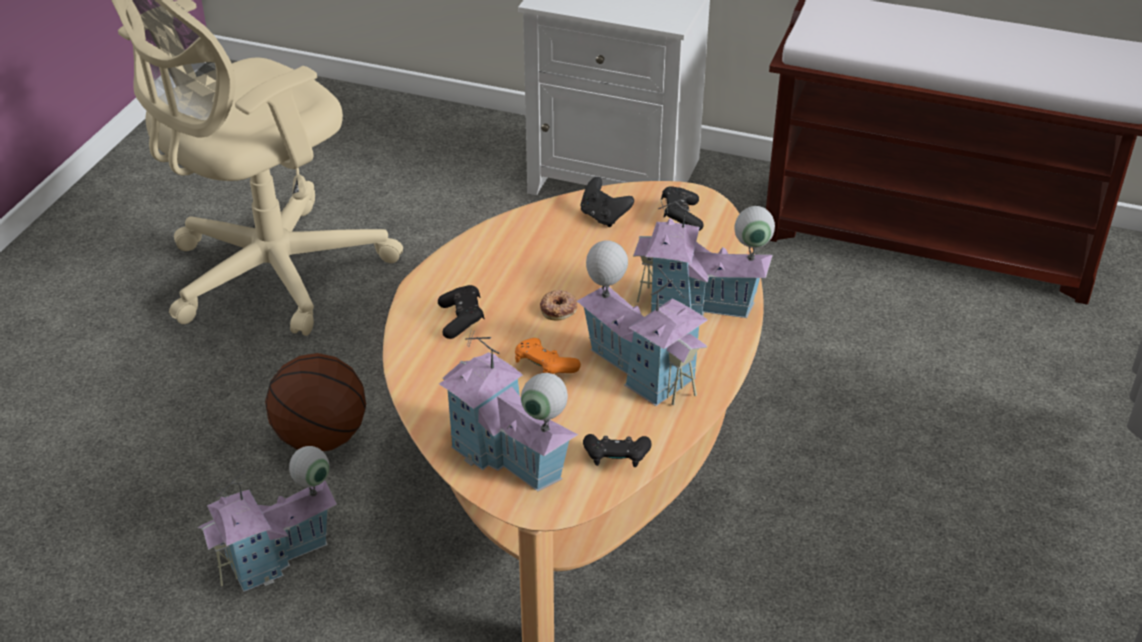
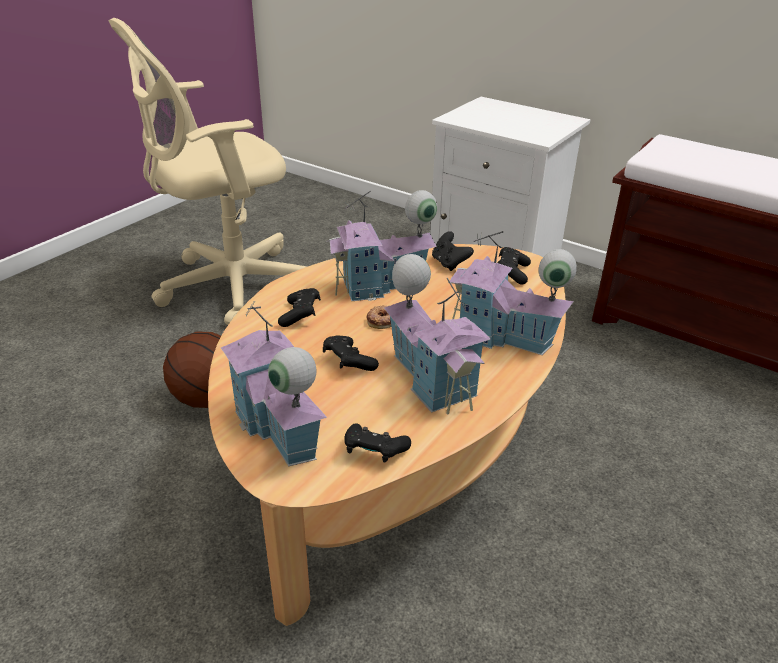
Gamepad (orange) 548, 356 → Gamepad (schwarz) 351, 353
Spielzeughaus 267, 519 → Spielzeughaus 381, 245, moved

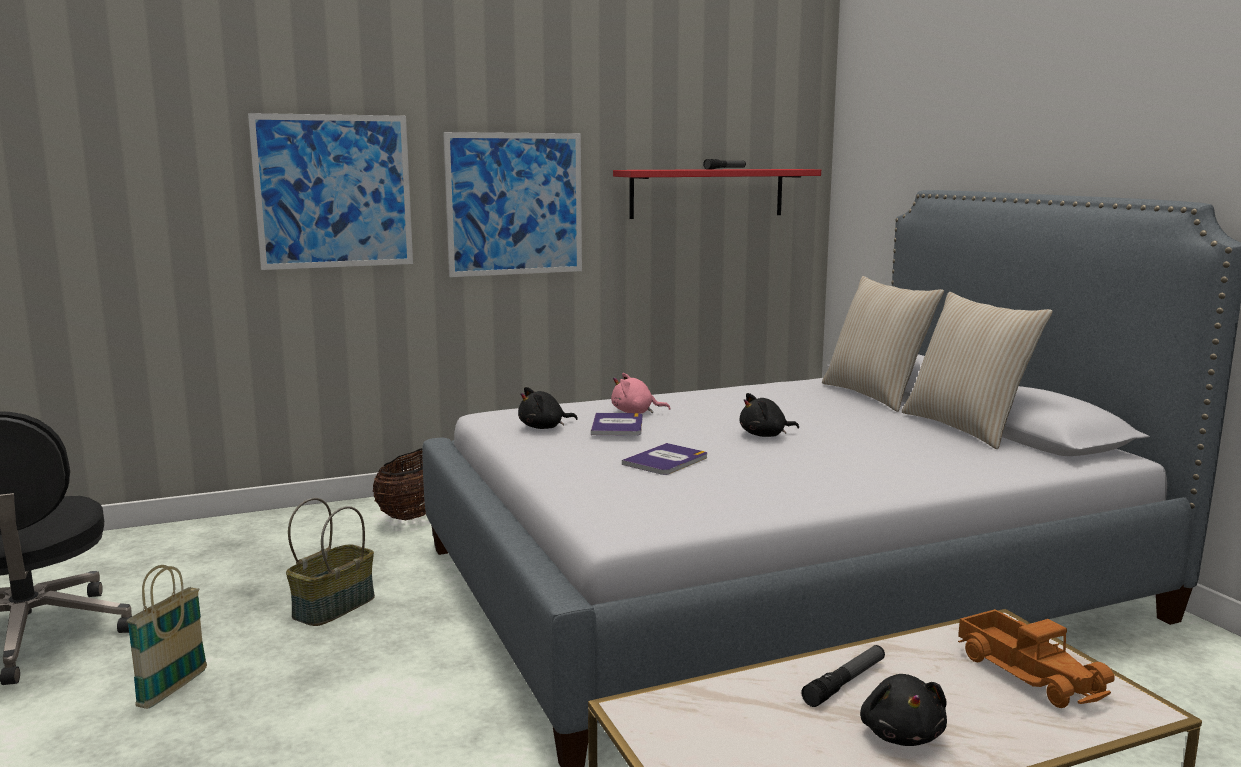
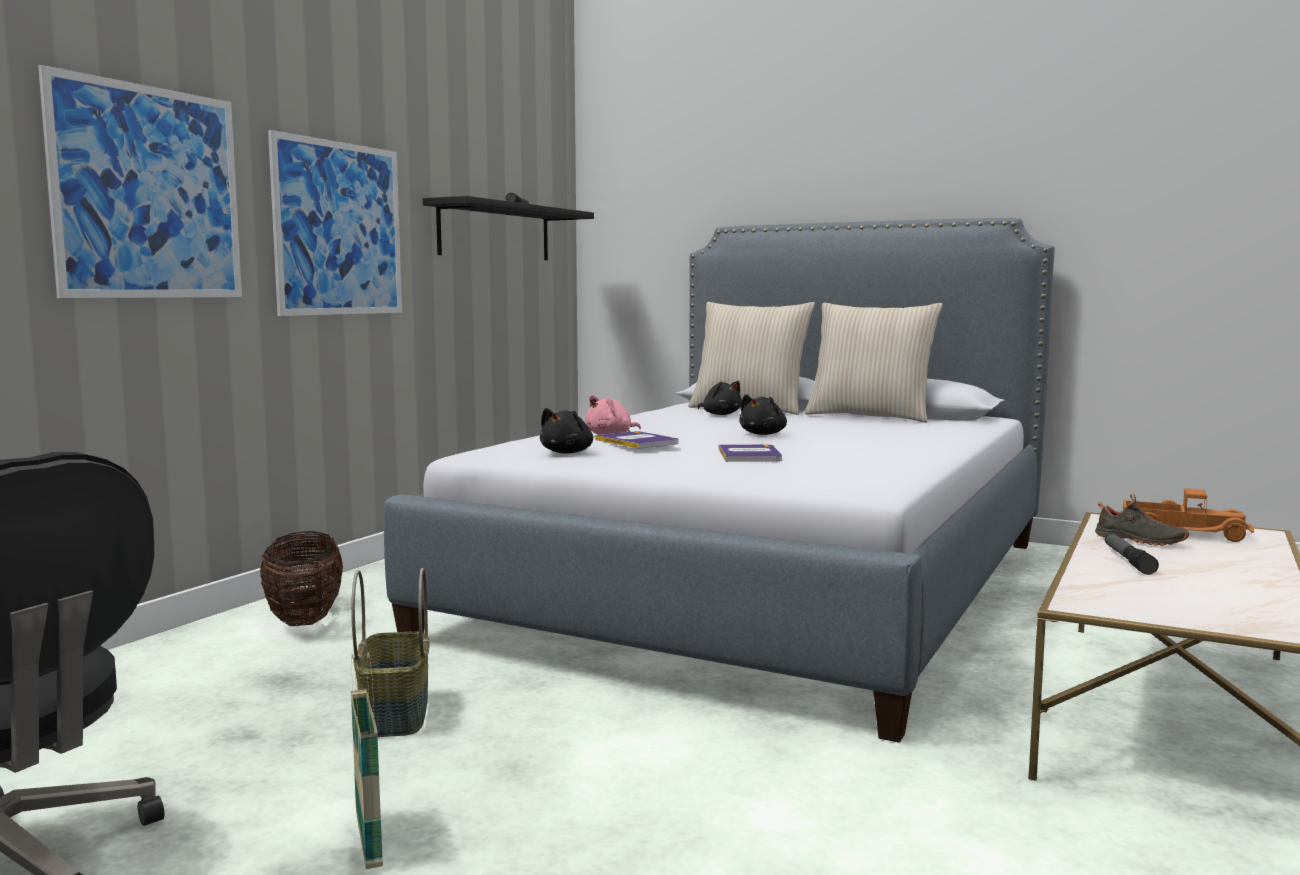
Wandregal (rot) 717, 194 → Wandregal (schwarz) 508, 228
Plüschtier (schwarz) 903, 710 → Plüschtier (schwarz) 720, 398, moved
- → Schuh (schwarz) 1142, 520

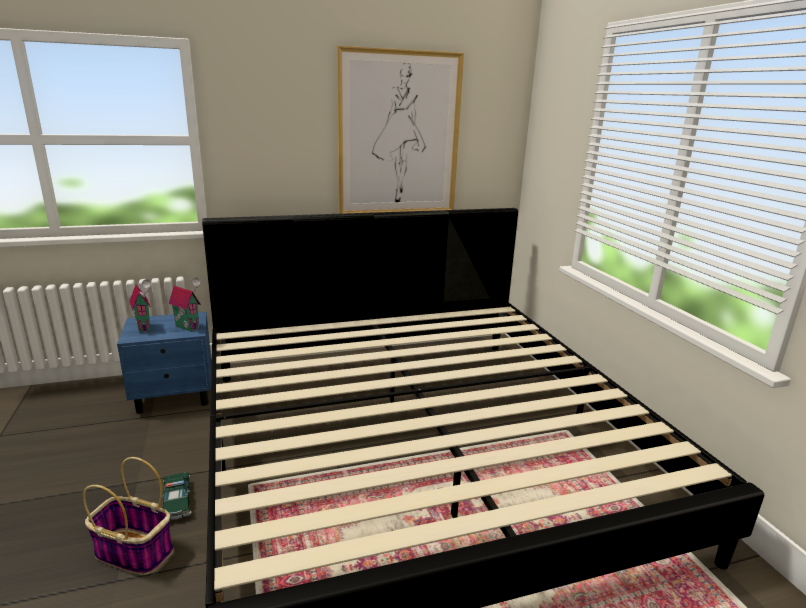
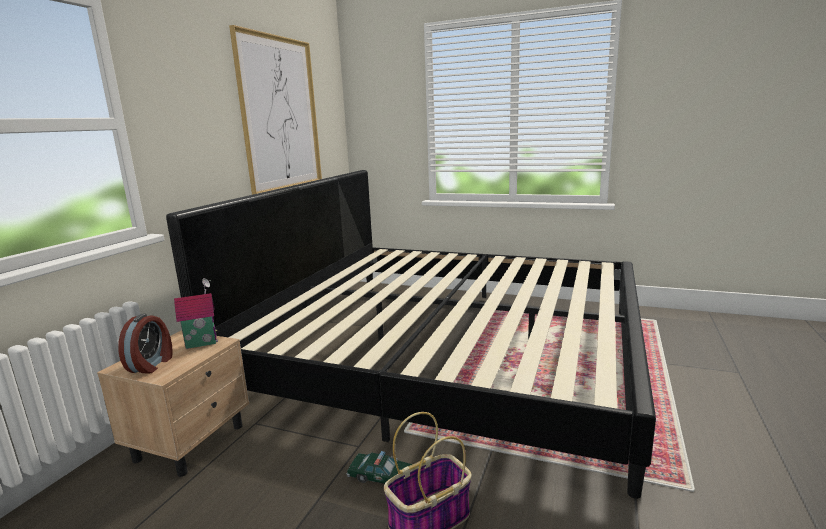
Spielzeughaus 140, 306 → Wecker 145, 344
Nachttisch (blau) 164, 363 → Nachttisch (beige) 173, 404

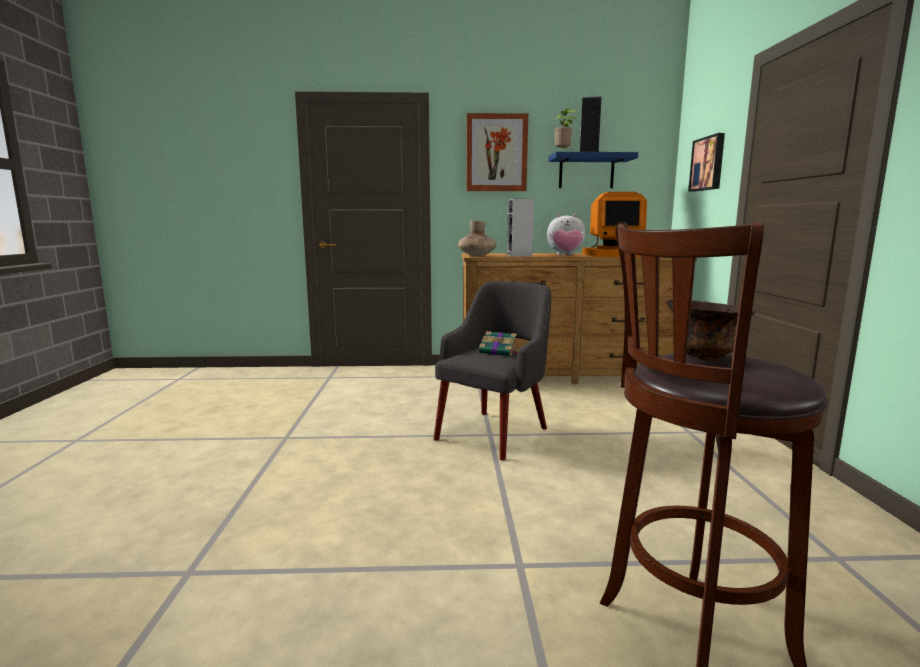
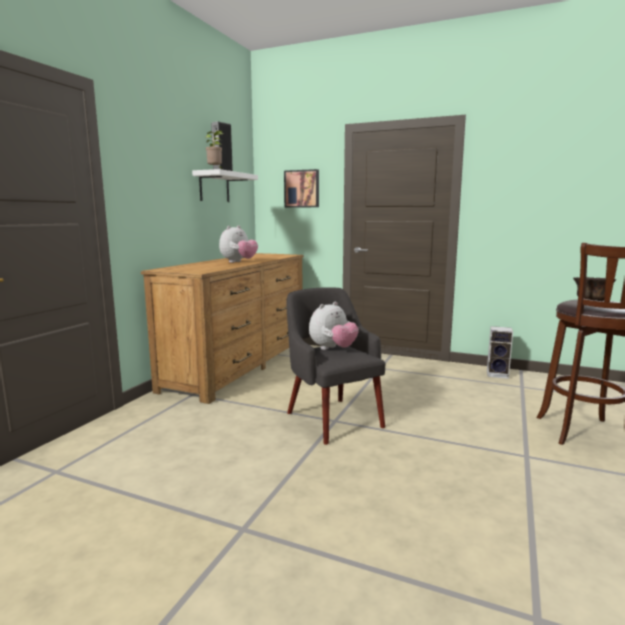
Bild 497, 152 → -
Wandregal (blau) 593, 170 → Wandregal (weiß) 225, 185
Monitor 614, 224 → -
Lautsprecher 520, 228 → Lautsprecher 500, 352, moved
Vase (braun) 477, 238 → -
Buch 498, 343 → Plüschtier 334, 326

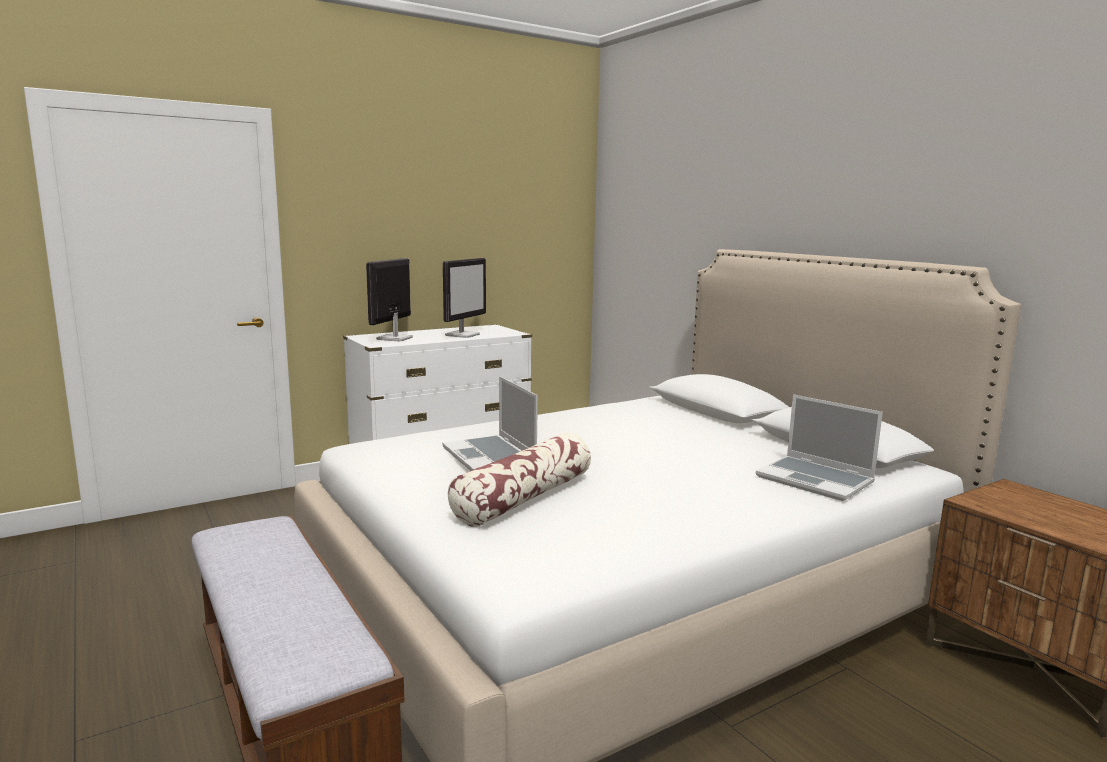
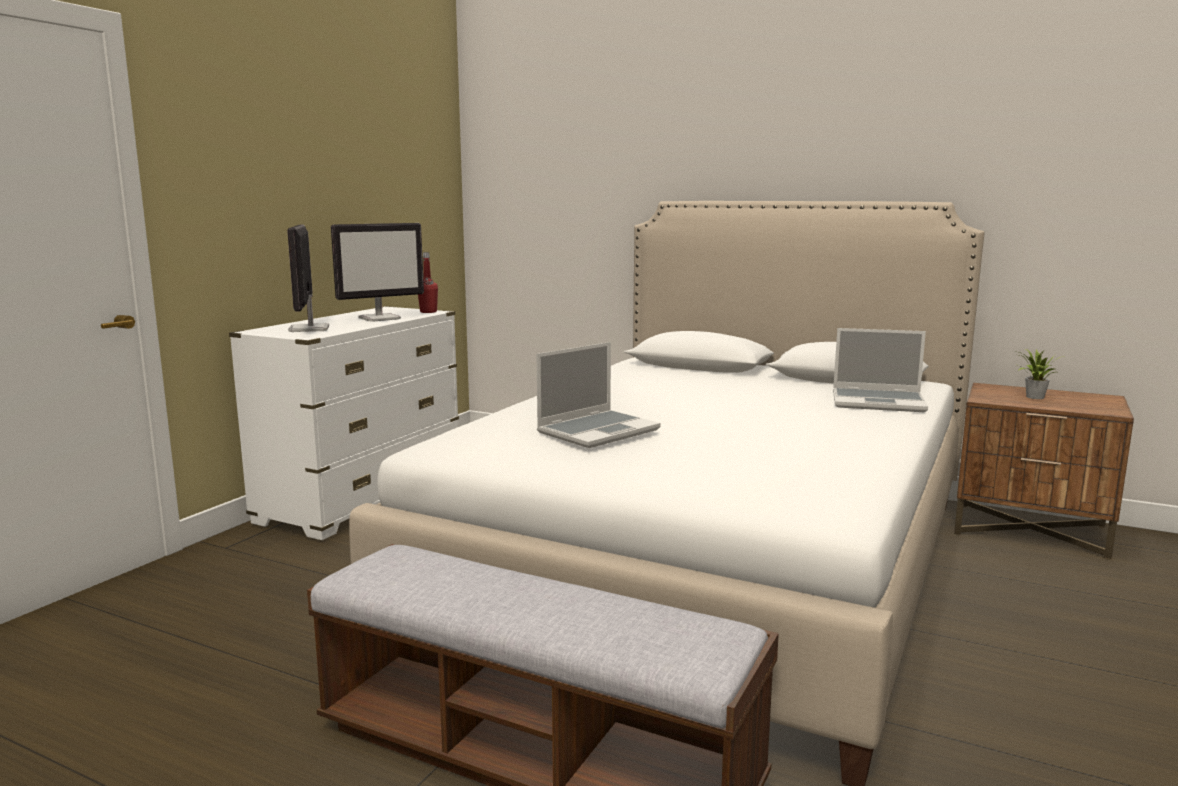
Monitor 464, 298 → Monitor 377, 272, 60 degrees clockwise
Laptop 490, 423 → Laptop 598, 395, 75 degrees counterclockwise
Kissen 519, 480 → -
- → Flasche (rot) 428, 282
- → Topfpflanze 1041, 374

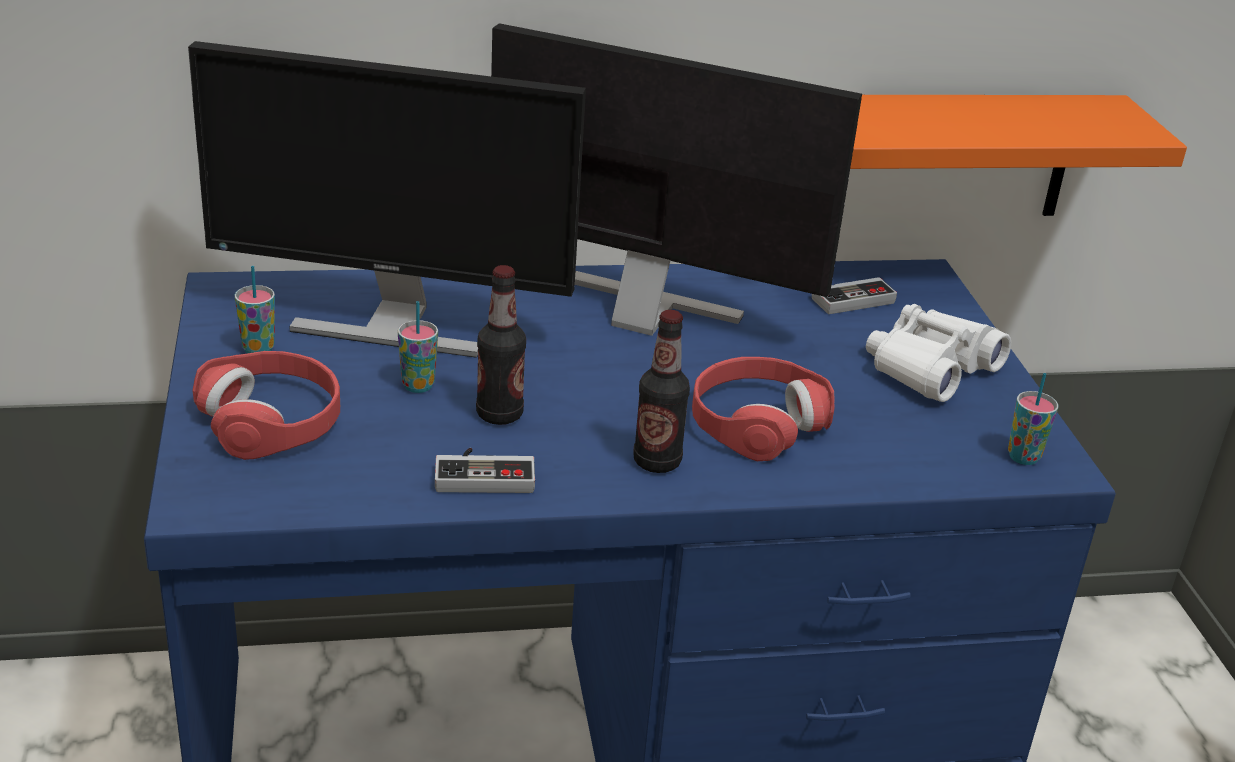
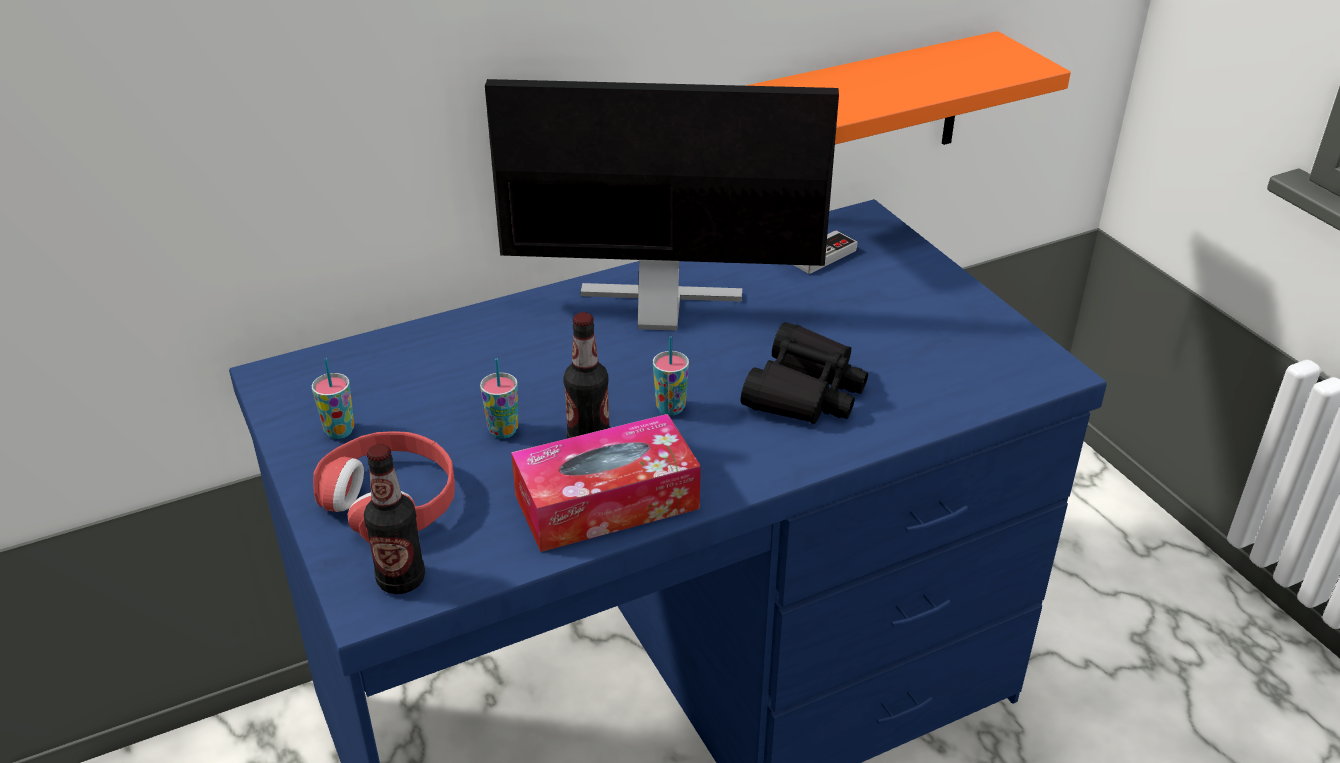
Monitor 387, 199 → -
Fernglas (weiß) 938, 353 → -
Flasche 662, 391 → Flasche 394, 519, moved
Kopfhörer (rot) 763, 409 → Fernglas (schwarz) 804, 373
Tasse 1033, 419 → Tasse 671, 376, moved
Gamepad 485, 470 → Taschentuchbox 606, 483

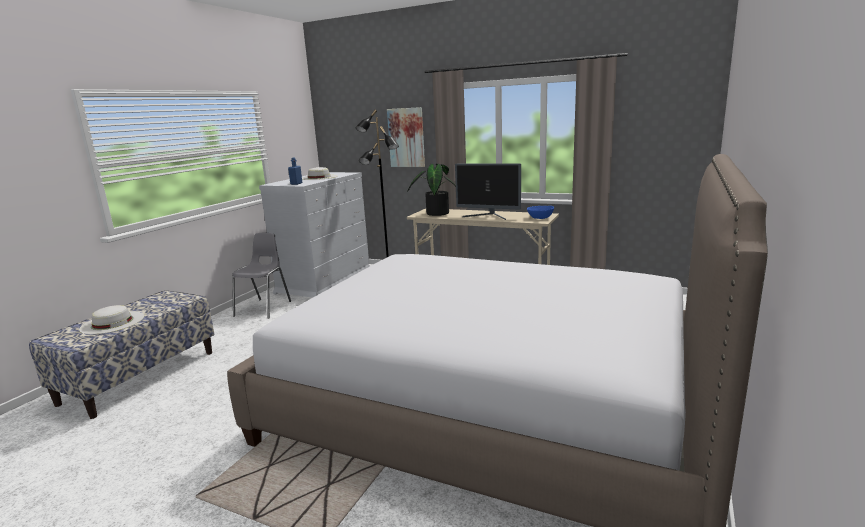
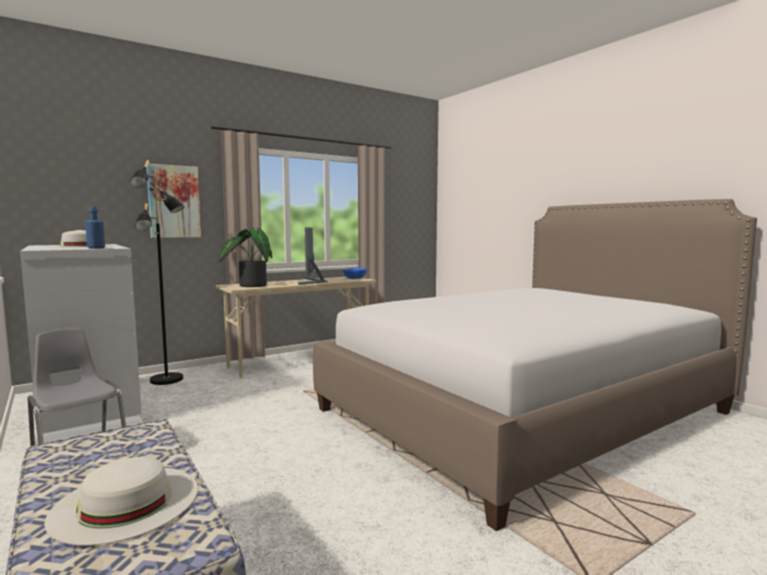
Monitor 488, 192 → Monitor 312, 256, 120 degrees clockwise

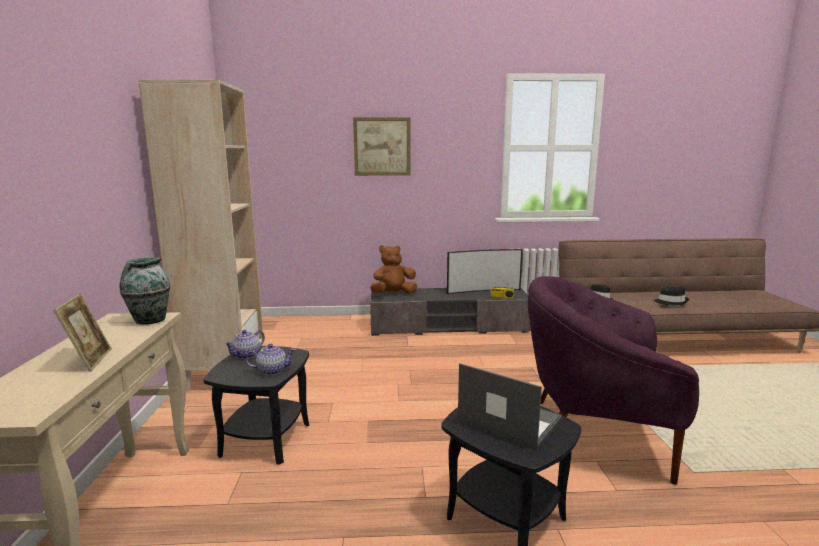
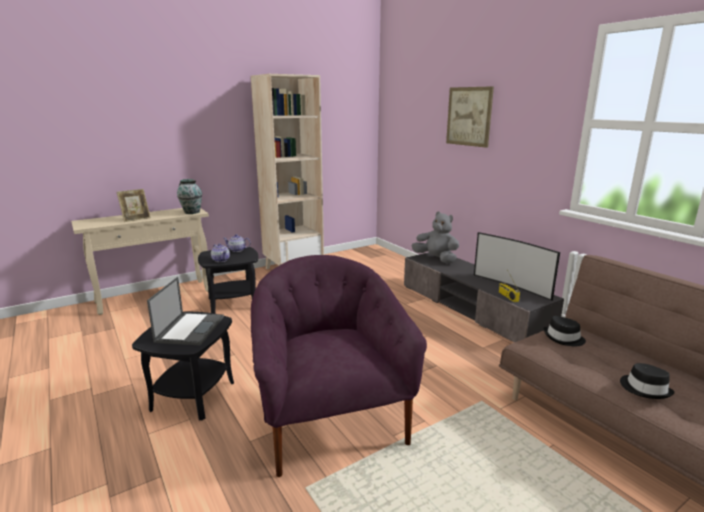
Plüschtier (braun) 393, 269 → Plüschtier (grau) 435, 237

